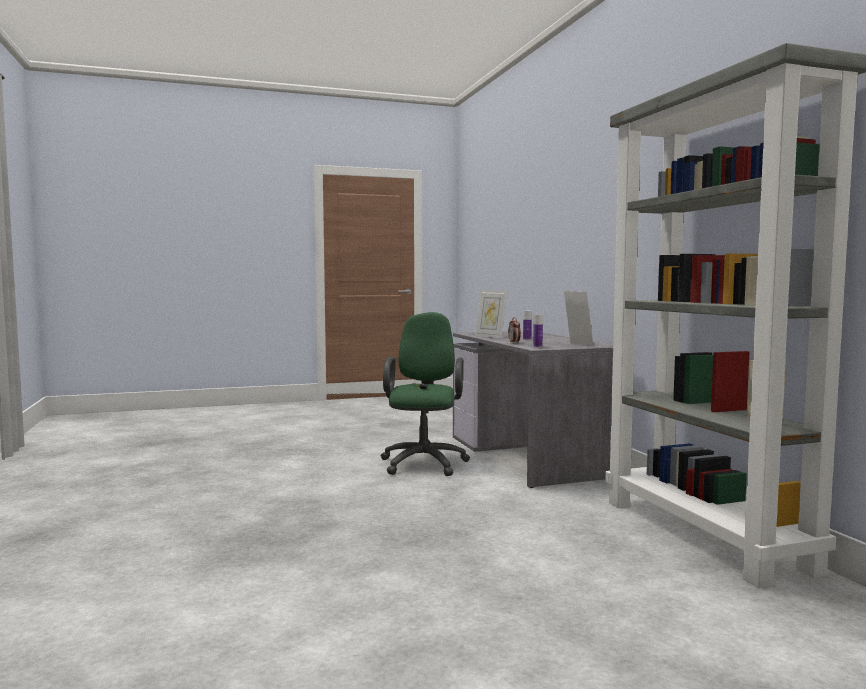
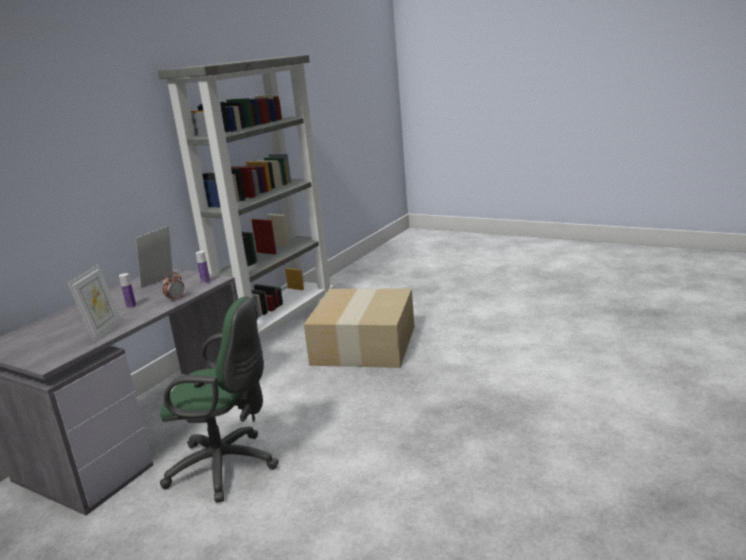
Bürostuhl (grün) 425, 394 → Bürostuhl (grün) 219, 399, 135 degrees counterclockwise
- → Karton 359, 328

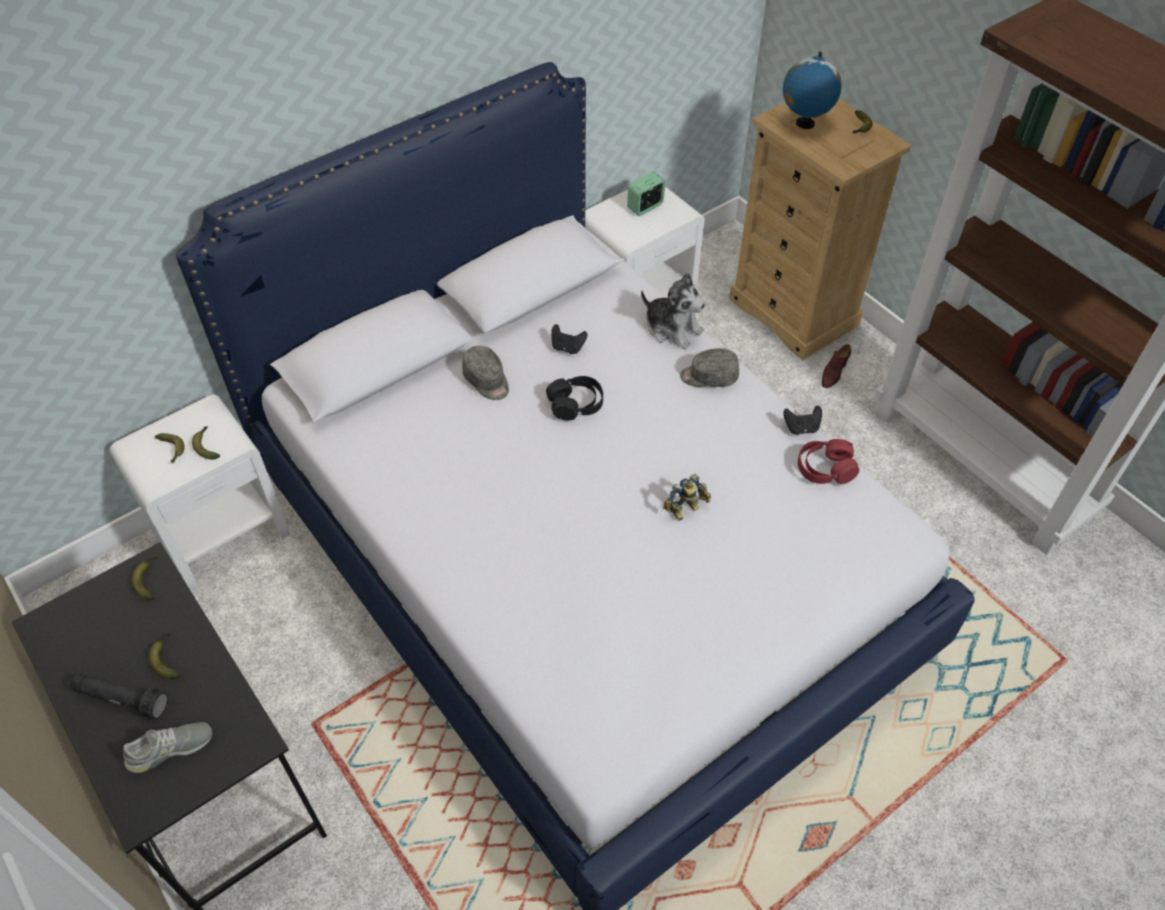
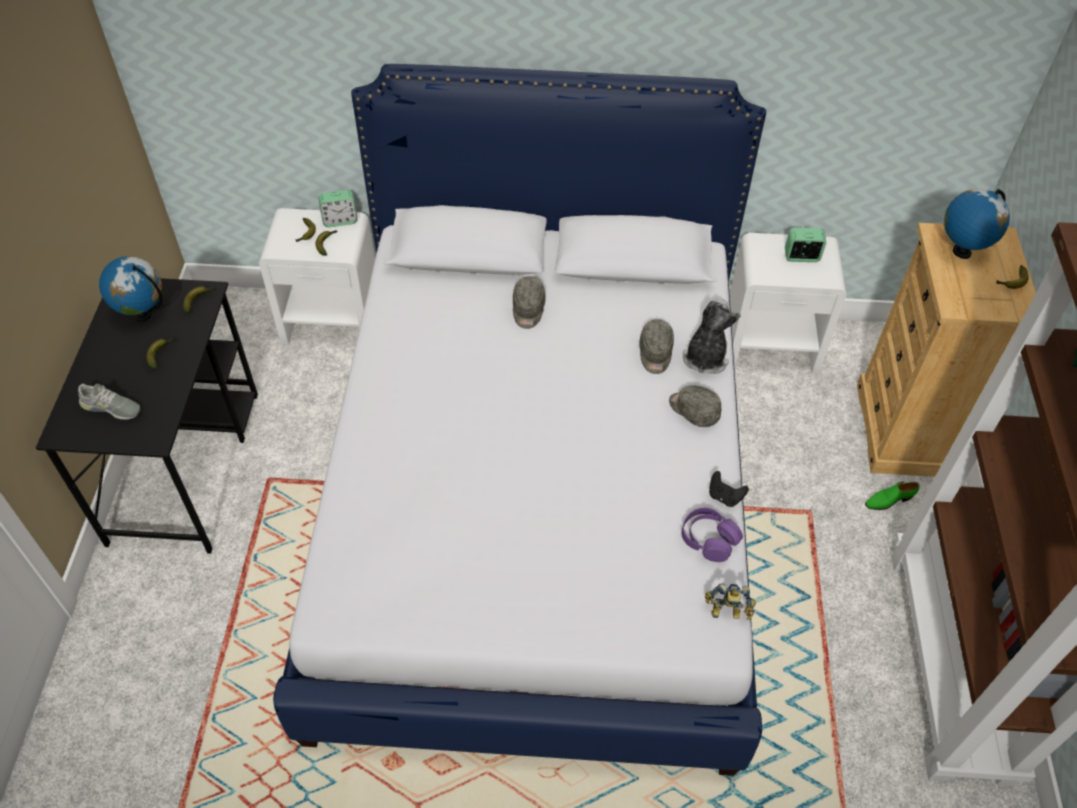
Plüschtier 673, 311 → Plüschtier 712, 336, 150 degrees counterclockwise
Gamepad (schwarz) 569, 339 → -
Schuh (braun) 836, 366 → Schuh (grün) 892, 495
Kopfhörer (schwarz) 574, 398 → -
Kopfhörer (rot) 828, 462 → Kopfhörer (lila) 712, 535
Spielzeugroboter 687, 497 → Spielzeugroboter 730, 602, moved
Taschenlampe (schwarz) 119, 696 → -
- → Wecker 338, 208
- → Globus 130, 289
- → Kappe (grau) 656, 346

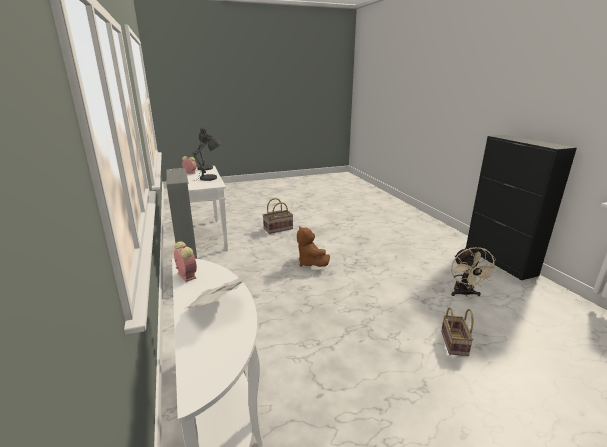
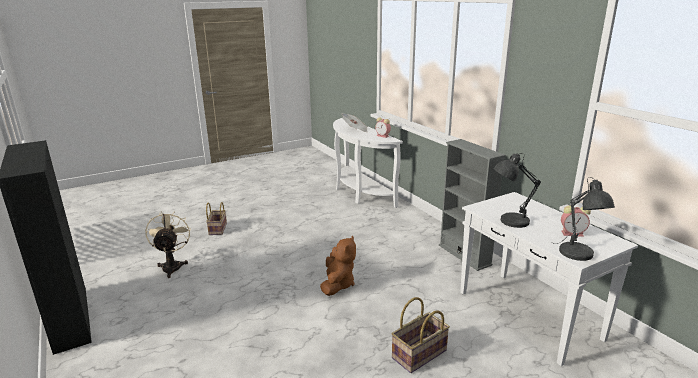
Plüschtier (braun) 313, 246 → Plüschtier (braun) 338, 265, 45 degrees clockwise

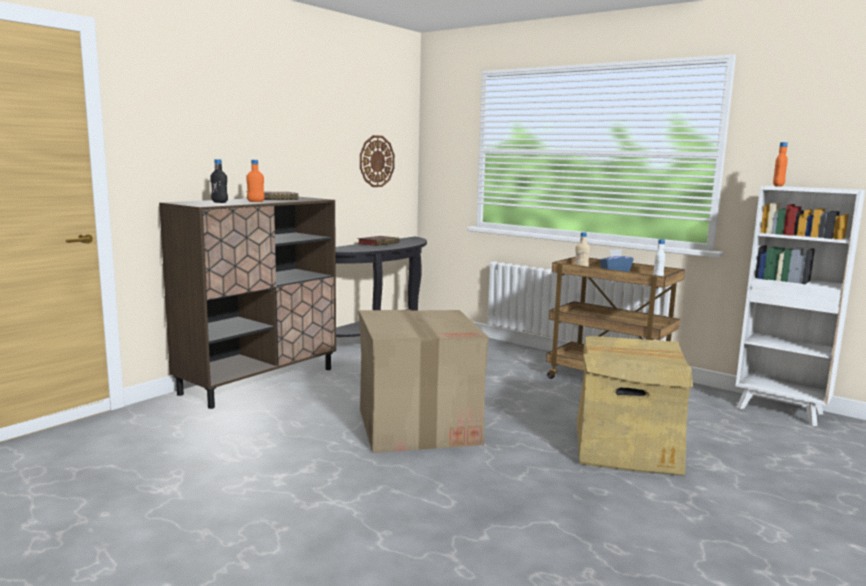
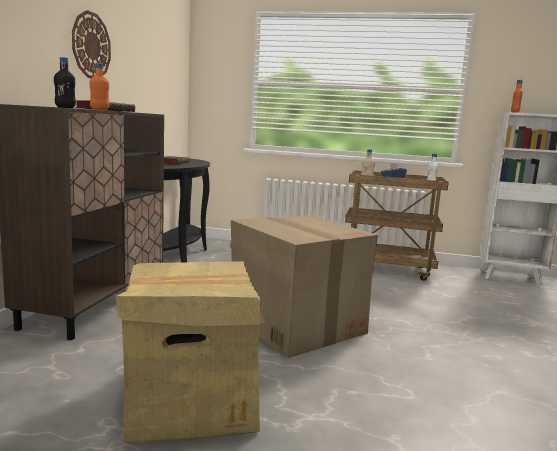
Wanduhr 377, 161 → Wanduhr 91, 44, moved
Karton 635, 406 → Karton 189, 352, moved

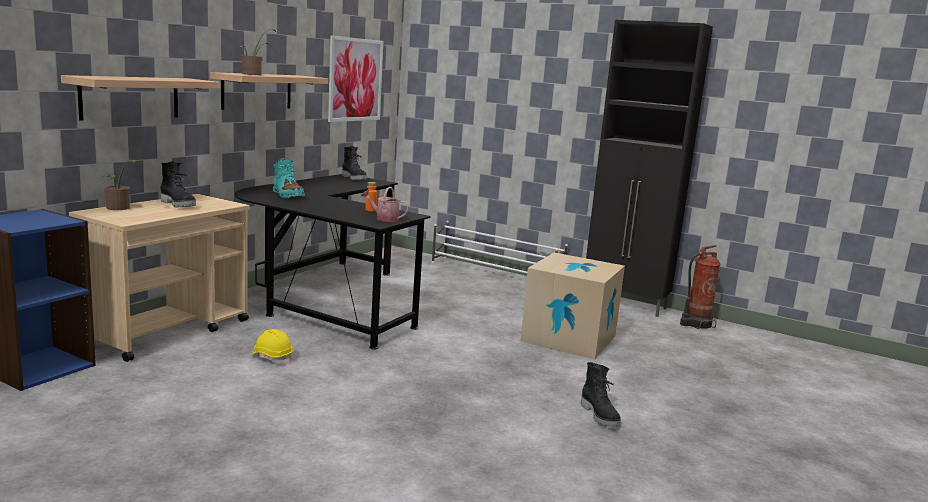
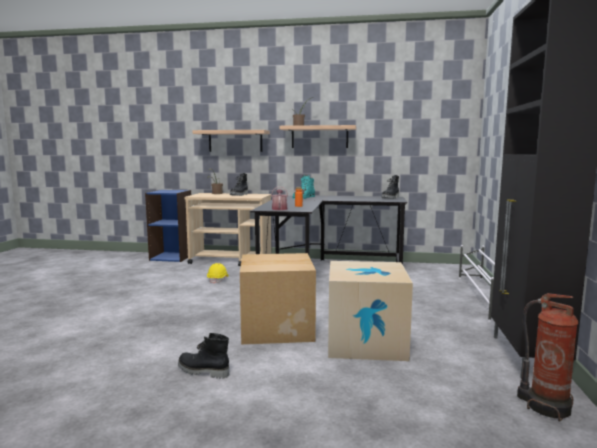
Bild 355, 78 → -
Stiefel (schwarz) 601, 395 → Stiefel (schwarz) 203, 356, 60 degrees clockwise
- → Karton 278, 299

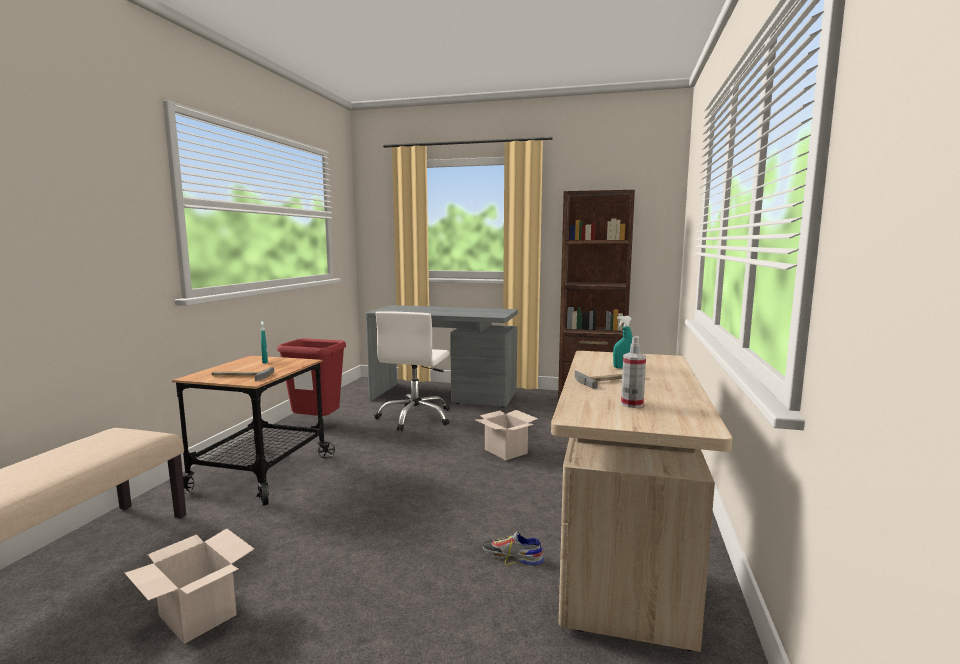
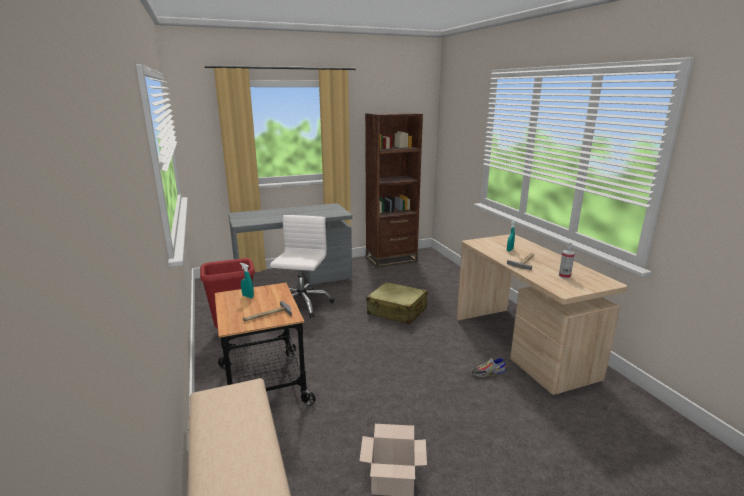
Bürostuhl (weiß) 412, 371 → Bürostuhl (weiß) 302, 266, 150 degrees counterclockwise
Karton 506, 435 → Koffer (beige) 396, 303

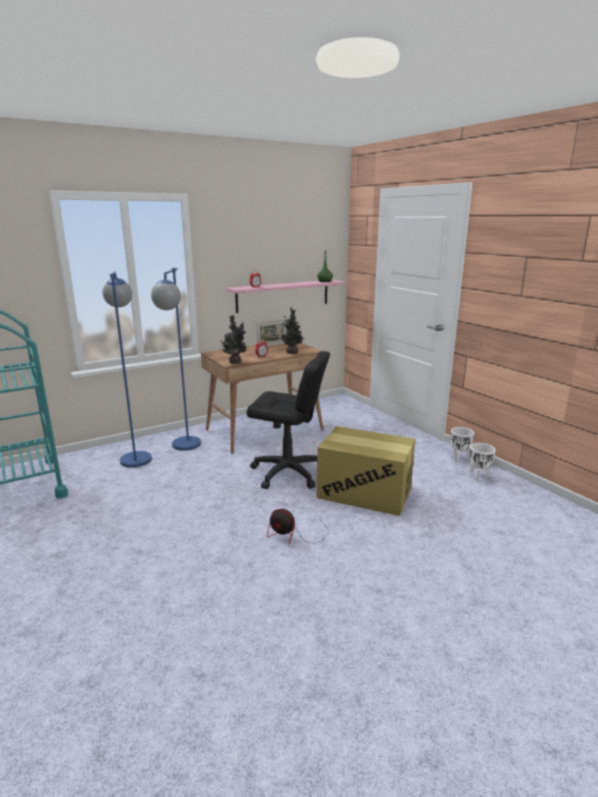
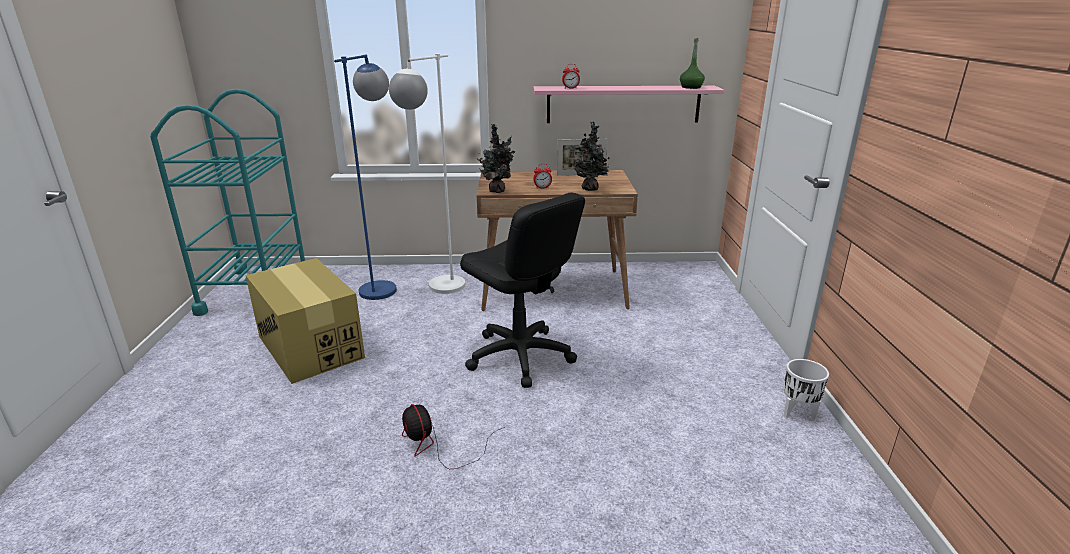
Stehlampe (blau) 176, 359 → Stehlampe (weiß) 427, 174
Karton 366, 471 → Karton 305, 321, moved
Pflanzkübel (weiß) 482, 462 → -

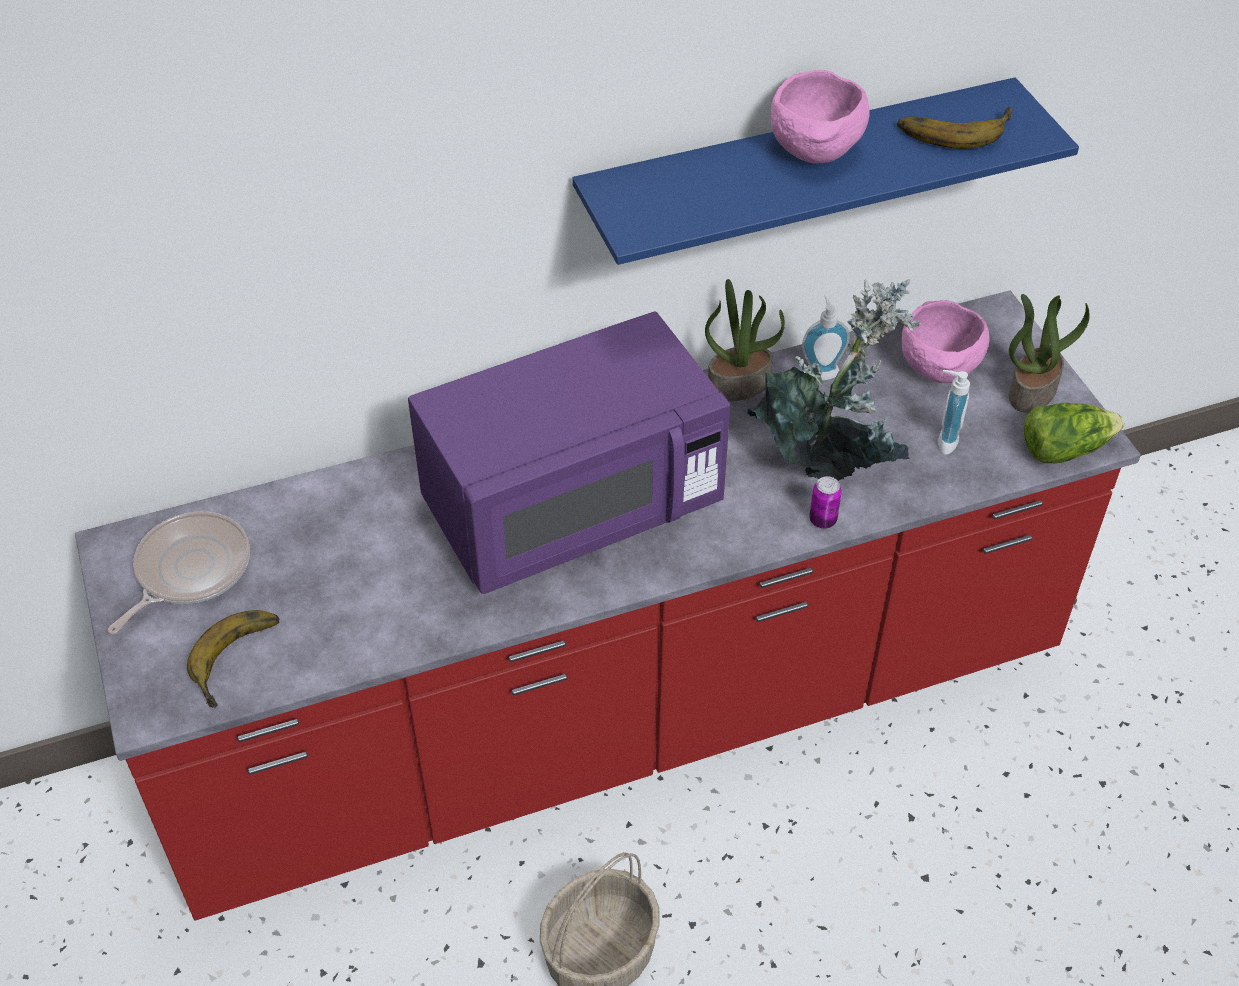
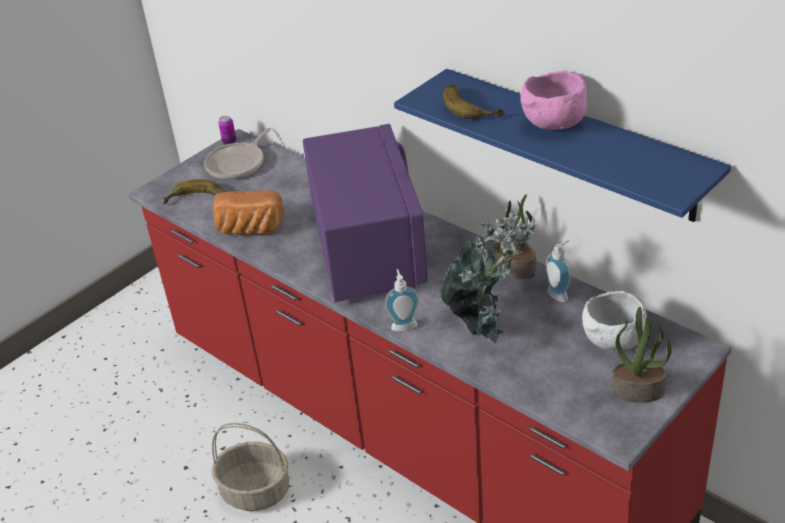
Banane 955, 128 → Banane 473, 101, moved
Schüssel (rosa) 945, 341 → Schüssel (weiß) 614, 320
Mikrowelle (lila) 569, 453 → Mikrowelle (lila) 365, 213, 135 degrees counterclockwise
Seifenspender 954, 412 → Seifenspender 402, 300, moved
Salatkopf 1074, 433 → -
Dose 825, 502 → Dose 227, 130, moved
Pfanne 179, 572 → Pfanne 237, 153, 120 degrees clockwise
- → Brot 248, 213

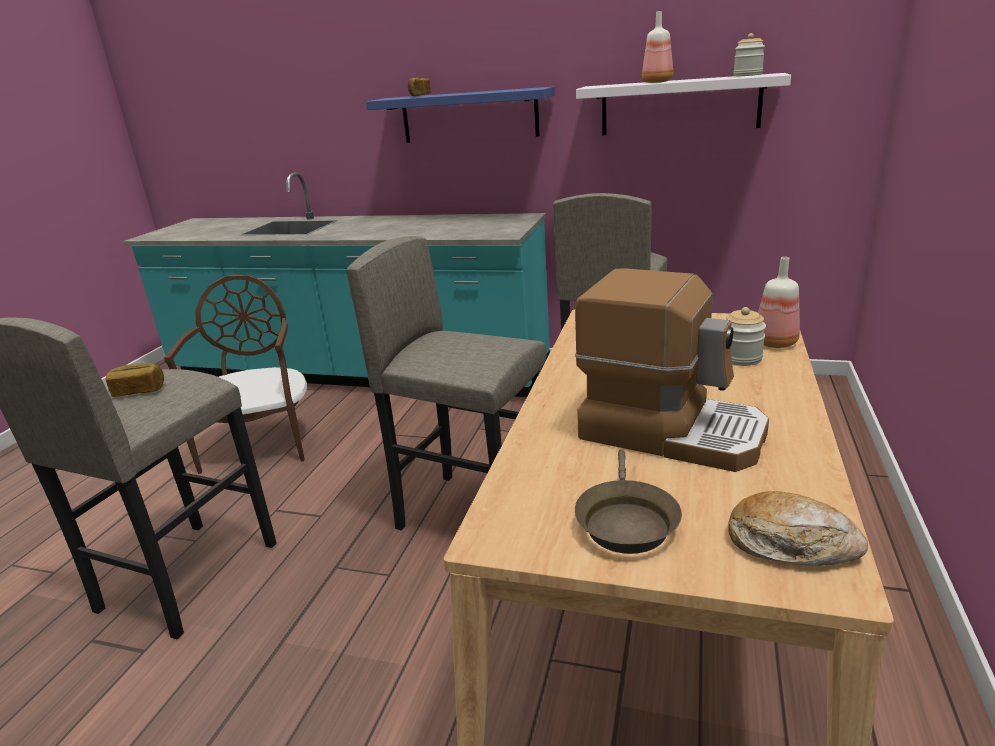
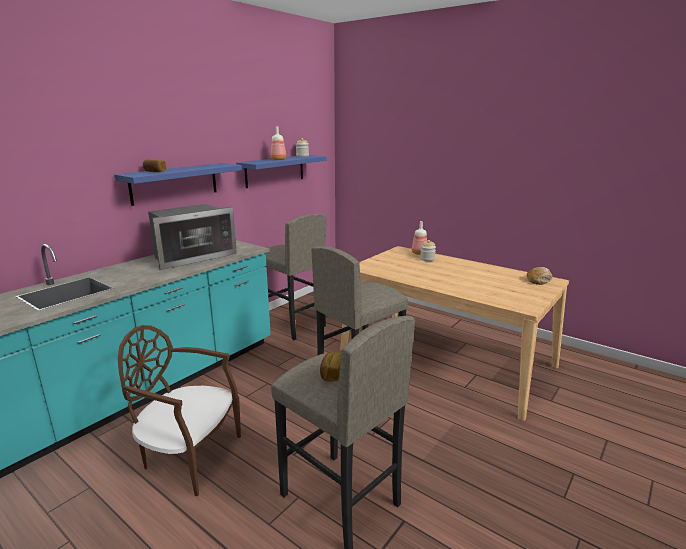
Wandregal (weiß) 683, 104 → Wandregal (blau) 281, 171
Kaffeemaschine 672, 370 → -
Pfanne (braun) 628, 502 → -
- → Mikrowelle 192, 237

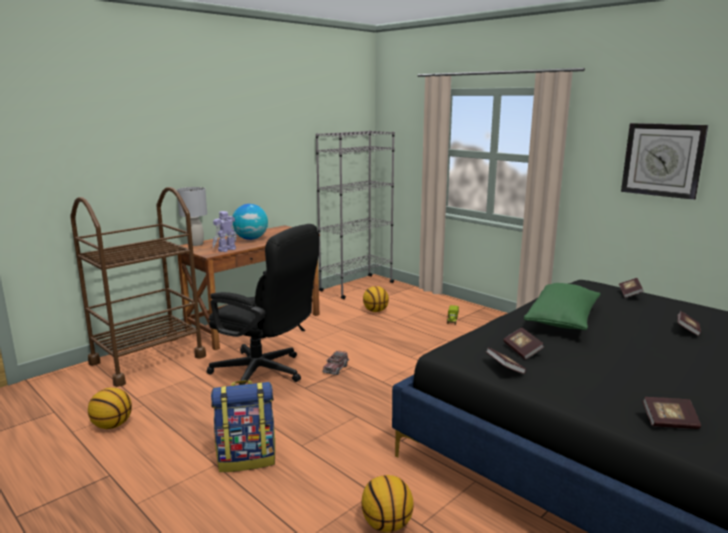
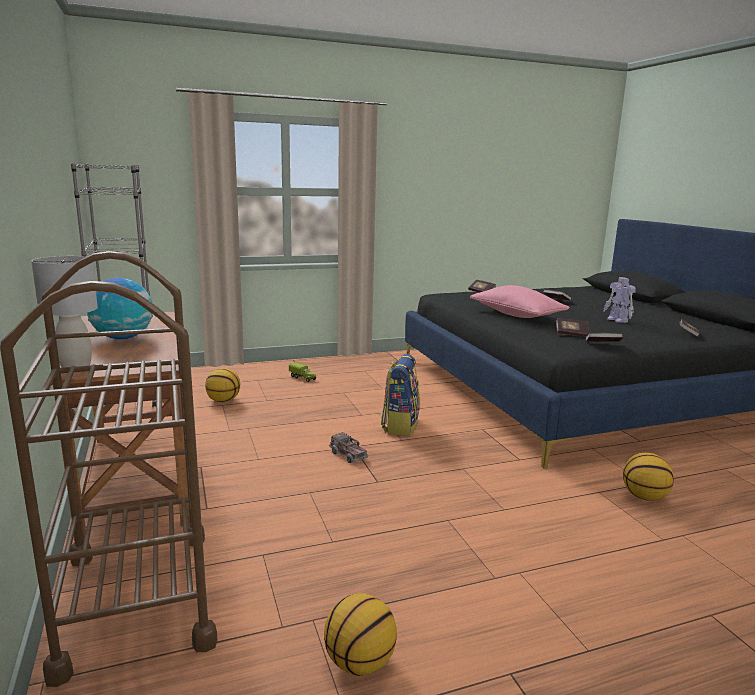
Wanduhr 664, 161 → -
Spielzeugroboter 224, 231 → Spielzeugroboter 619, 300, moved
Bürostuhl (schwarz) 263, 304 → -
Kissen (grün) 562, 306 → Kissen (rosa) 519, 301
Rucksack 243, 426 → Rucksack 400, 395, moved

